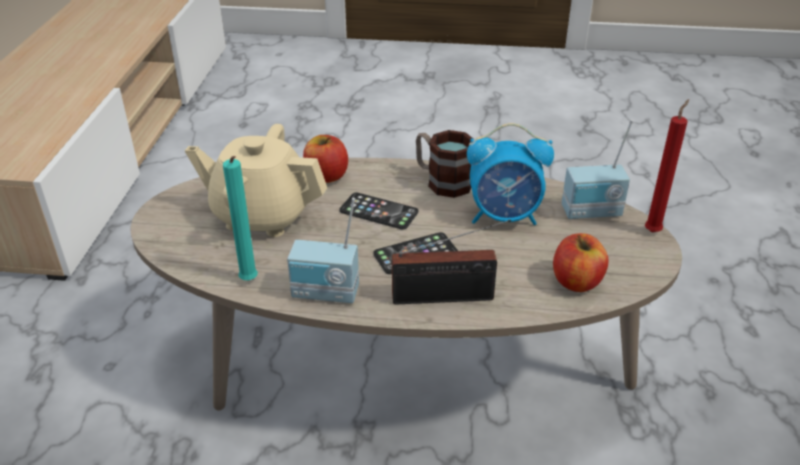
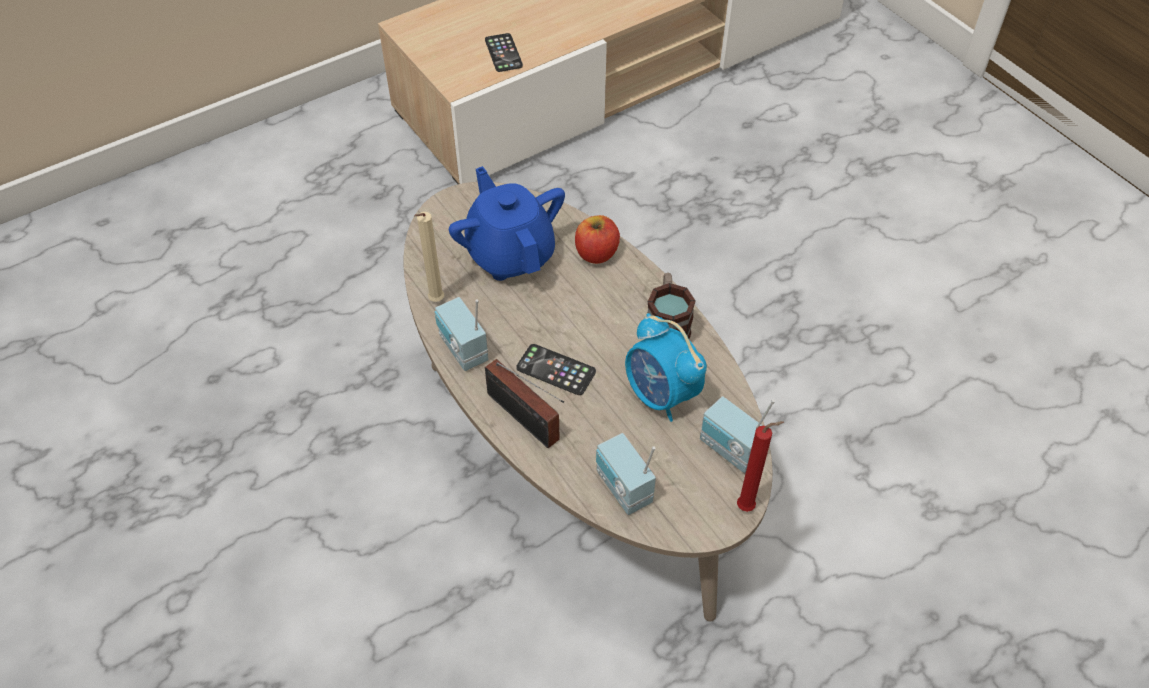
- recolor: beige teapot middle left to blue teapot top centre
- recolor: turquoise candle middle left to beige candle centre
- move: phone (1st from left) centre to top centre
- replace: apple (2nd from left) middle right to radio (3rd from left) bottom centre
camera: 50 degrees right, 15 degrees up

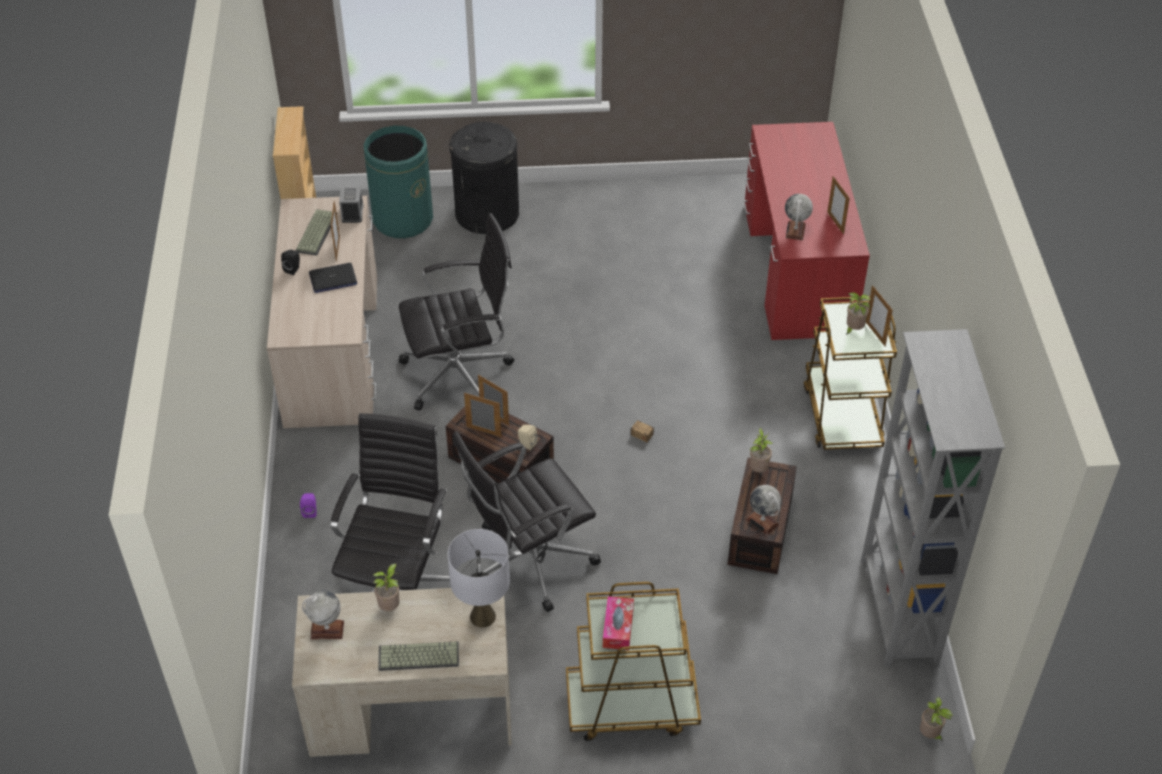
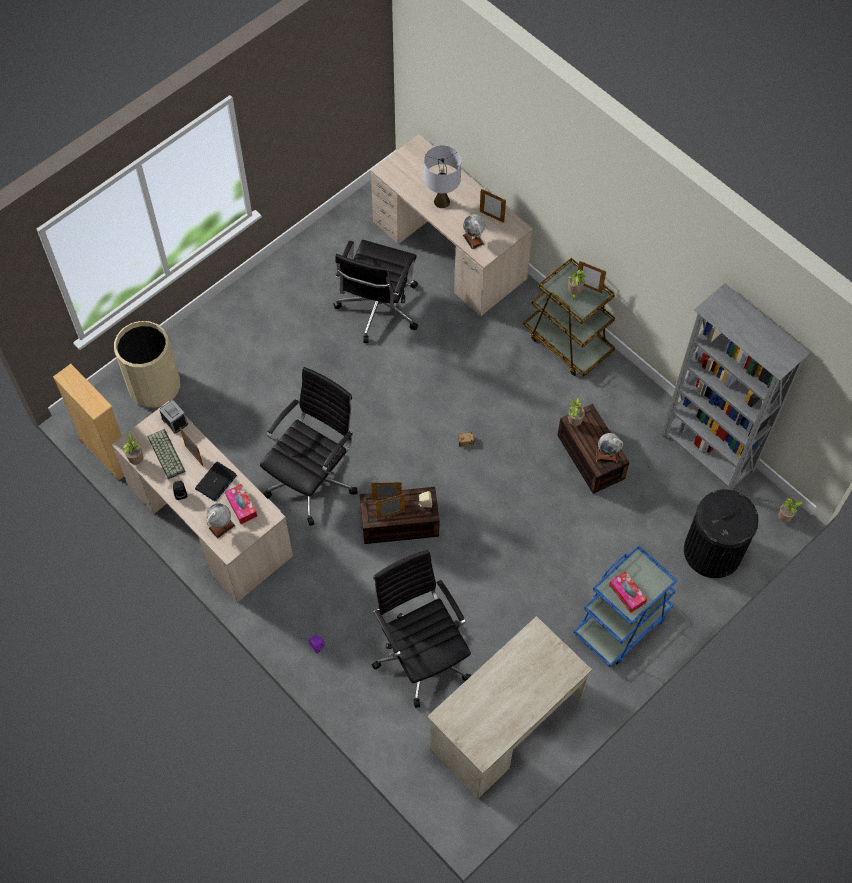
- move: globe (1st from left) bottom left to middle left
- recolor: green trash can top centre to beige trash can middle left
- move: potted plant (1st from left) bottom left to middle left
- delete: keyboard (2nd from left) bottom centre
- move: grey table lamp bottom centre to top centre
- move: black trash can top centre to middle right
- move: black office chair (3rd from left in the first image) bottom centre to black office chair (2nd from left) top centre
- recolor: brown cart (1st from left) bottom centre to blue cart bottom right
- recolor: red desk top right to beige desk (2nd from left) top centre
- insert: tissue box (1st from left) middle left
camera: 40 degrees left, 15 degrees up

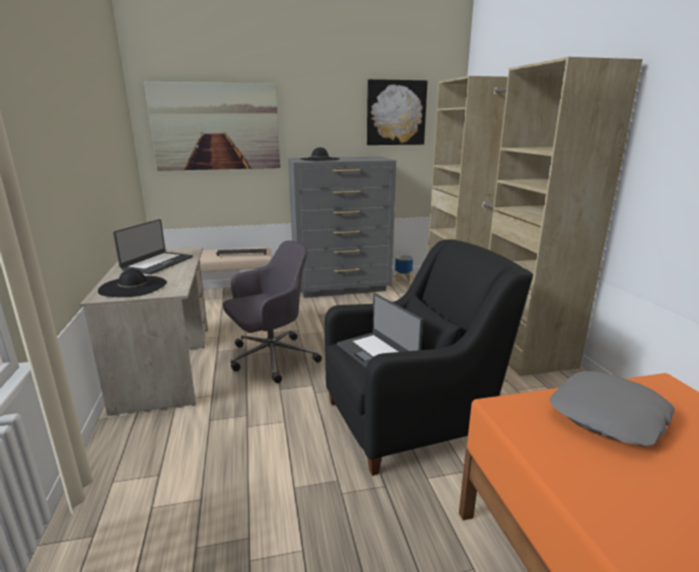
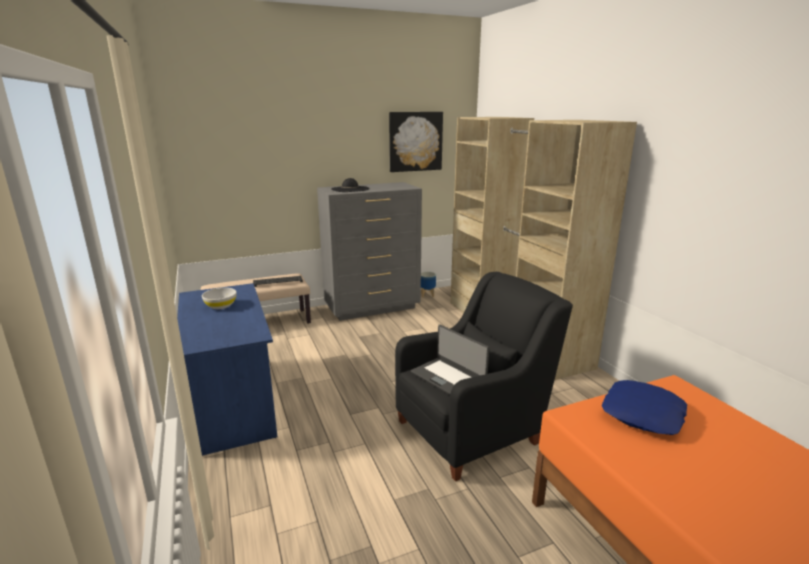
- recolor: beige desk middle left to blue desk middle left
- delete: black hat (1st from left) middle left
- replace: laptop (1st from left) middle left to white bowl middle left
- delete: picture (1st from left) top left
- delete: grey office chair centre
- recolor: grey pillow bottom right to blue pillow bottom right
camera: 10 degrees left, 0 degrees up

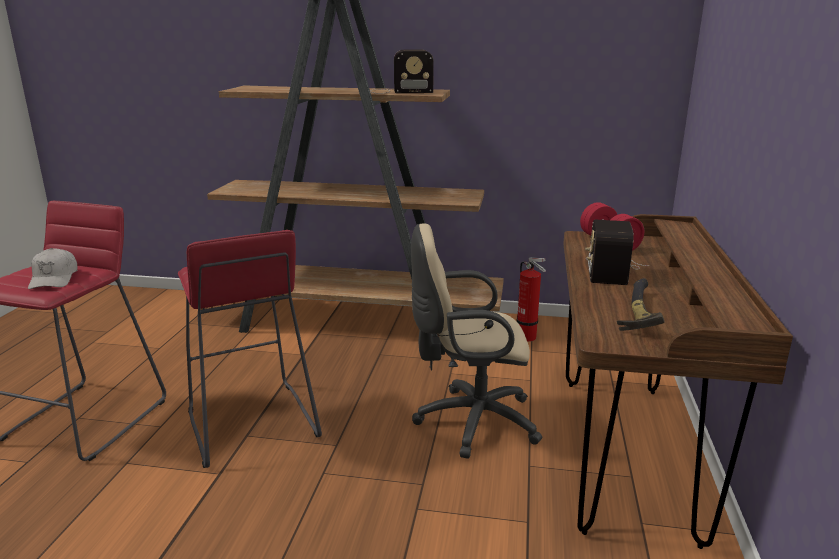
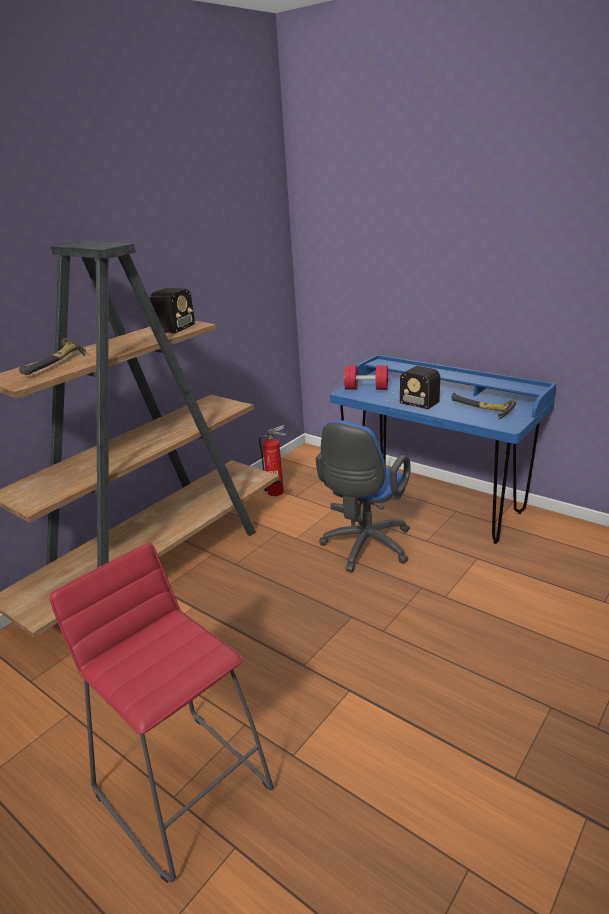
- delete: white cap middle left
- delete: red stool (2nd from left) middle left
- recolor: beige office chair centre to blue office chair centre
- recolor: brown desk bottom right to blue desk middle right
- insert: hammer (1st from left) middle left
camera: 60 degrees left, 5 degrees up

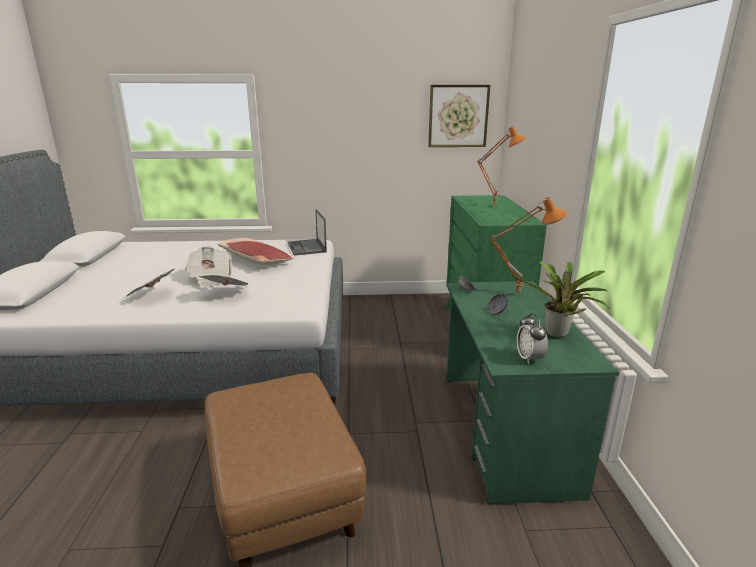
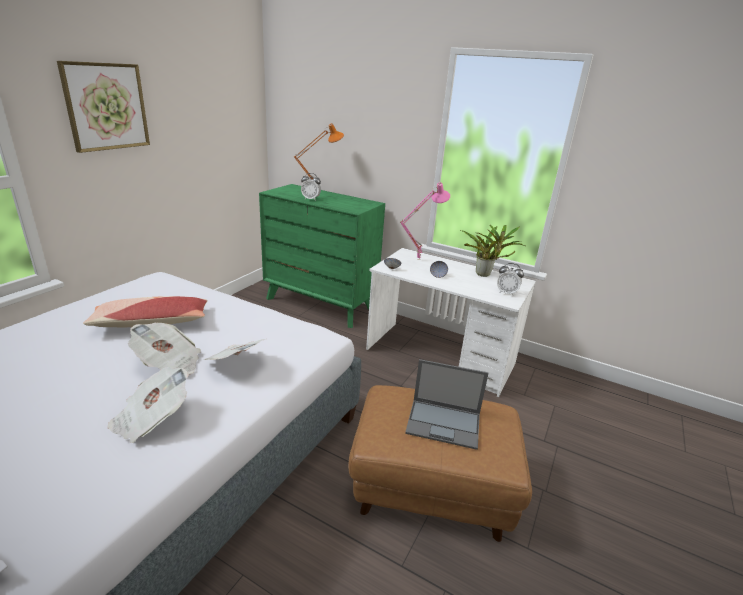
- move: laptop centre to bottom centre
- move: picture top centre to top left
- recolor: green desk bottom right to white desk centre
- recolor: orange table lamp (2nd from left) middle right to pink table lamp centre
- insert: alarm clock (1st from left) top centre
camera: 60 degrees left, 5 degrees up

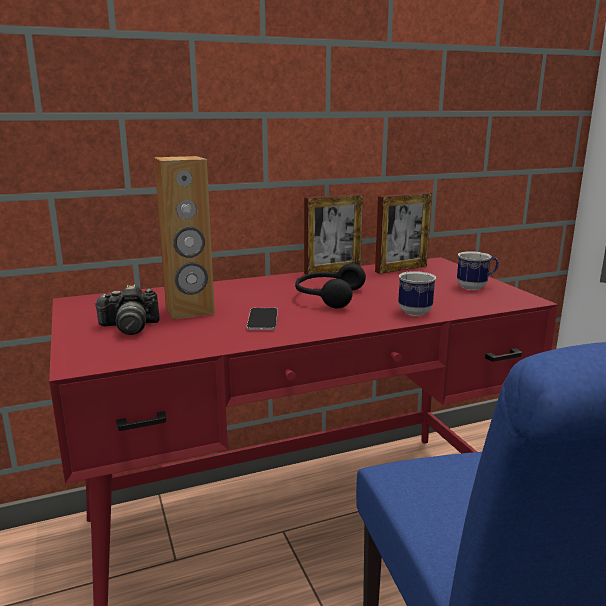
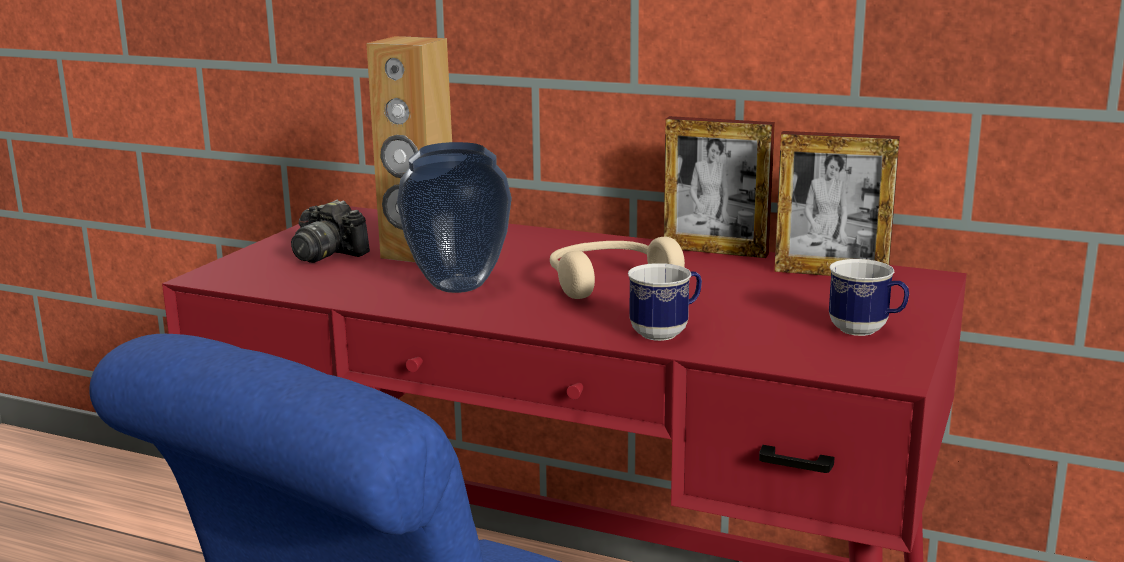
- replace: phone centre to vase centre
- recolor: black headphones centre to beige headphones centre
camera: 45 degrees right, 0 degrees up

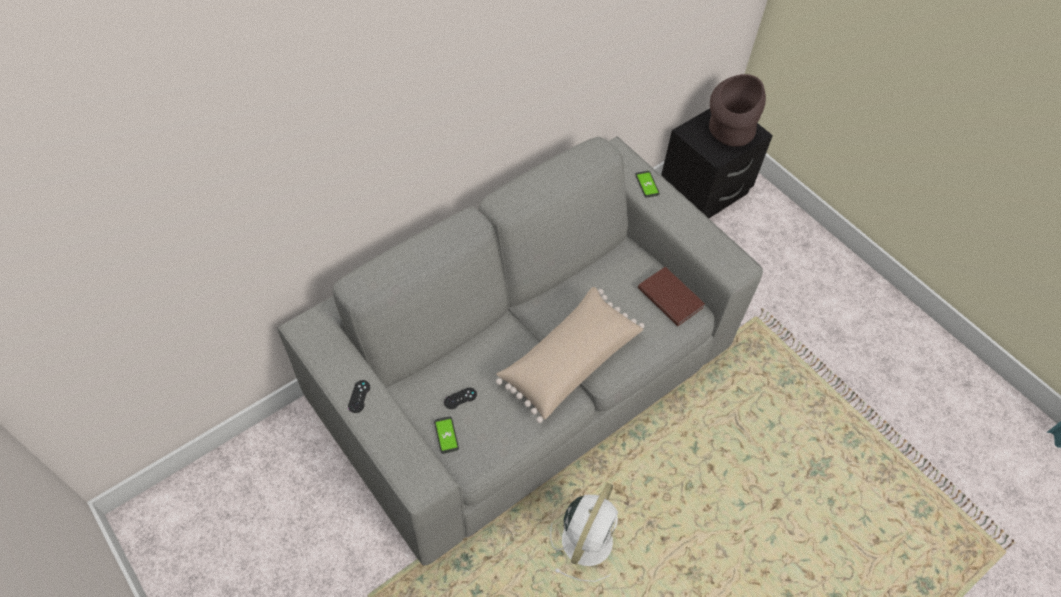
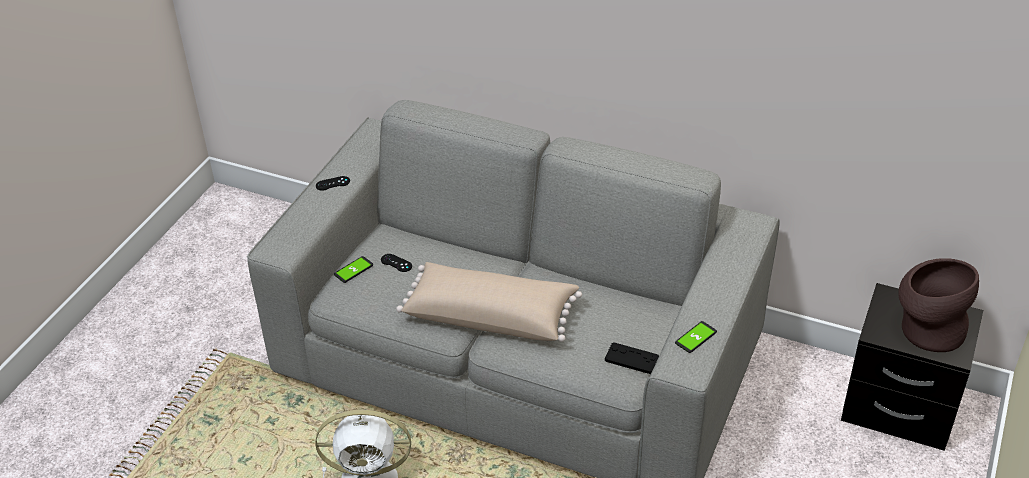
- move: phone (2nd from left) top centre to bottom right
- replace: brown book centre to black game controller (3rd from left) bottom centre
camera: 65 degrees right, 15 degrees down

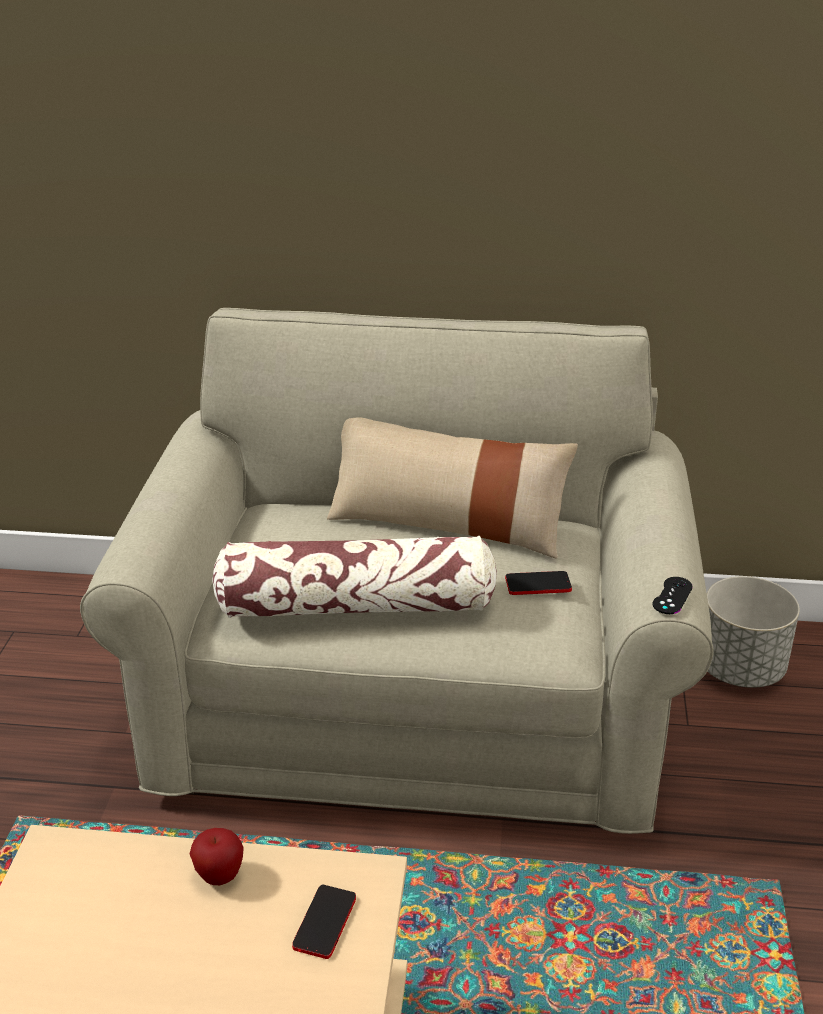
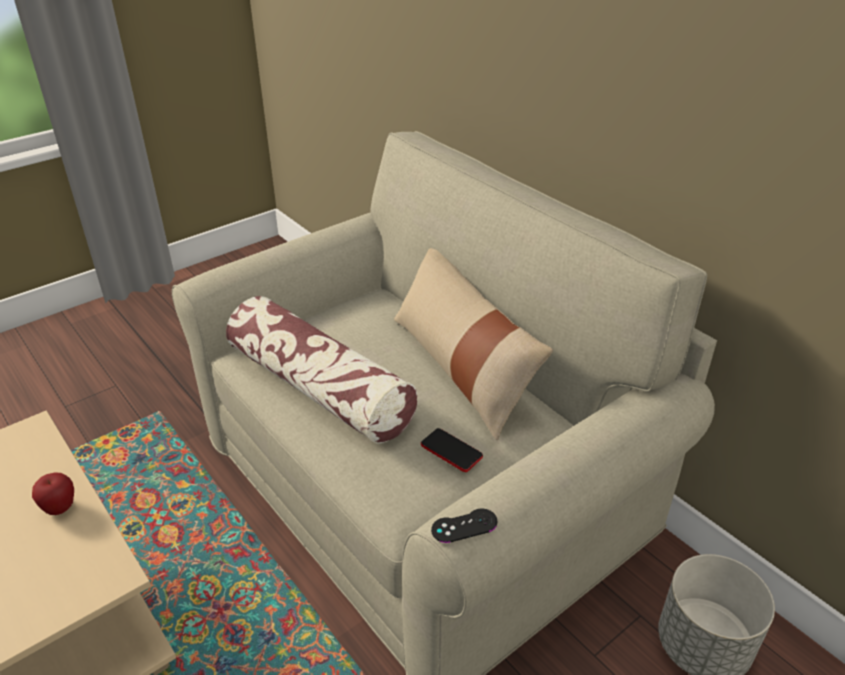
- delete: phone (1st from left) bottom centre
camera: 45 degrees right, 5 degrees up

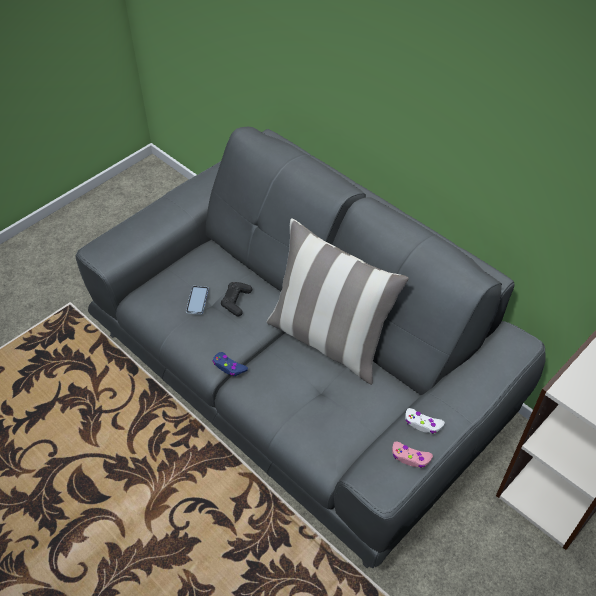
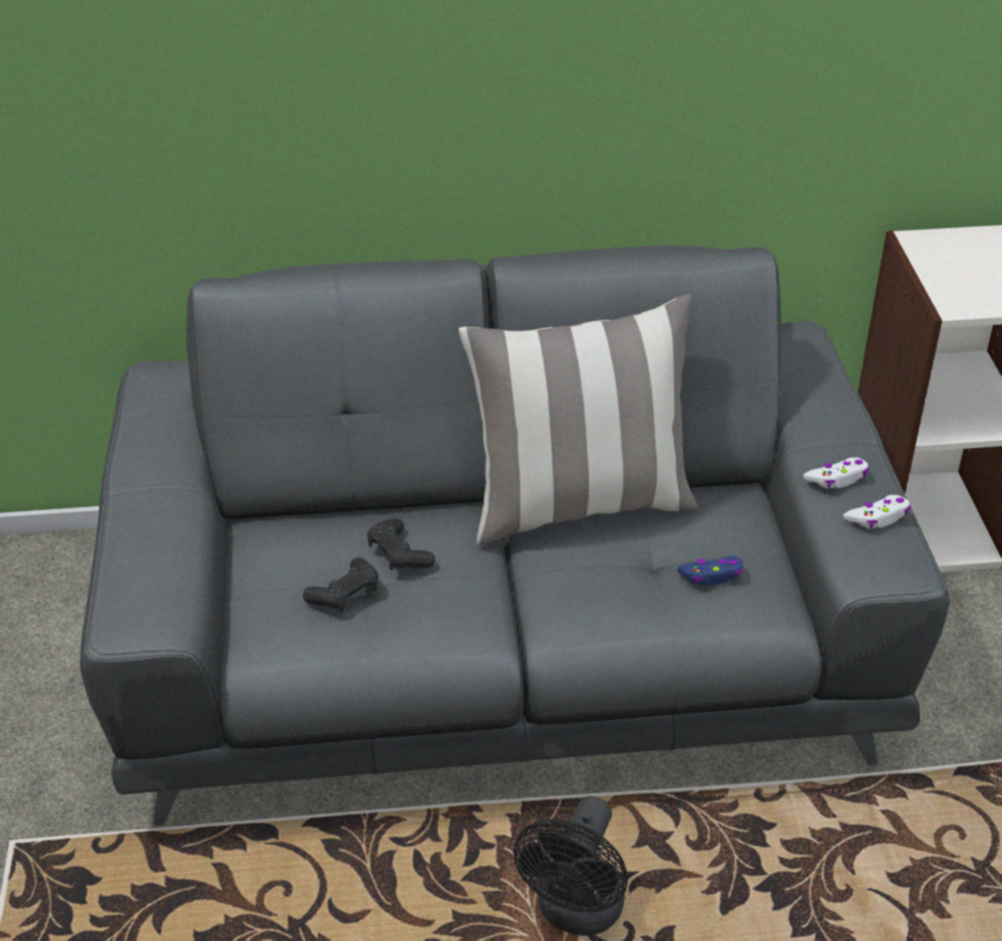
- replace: phone middle left to black game controller (1st from left) centre
- move: blue game controller centre to middle right
- recolor: pink game controller bottom right to white game controller (2nd from left) middle right
- insert: black fan bottom centre
camera: 50 degrees left, 10 degrees down

